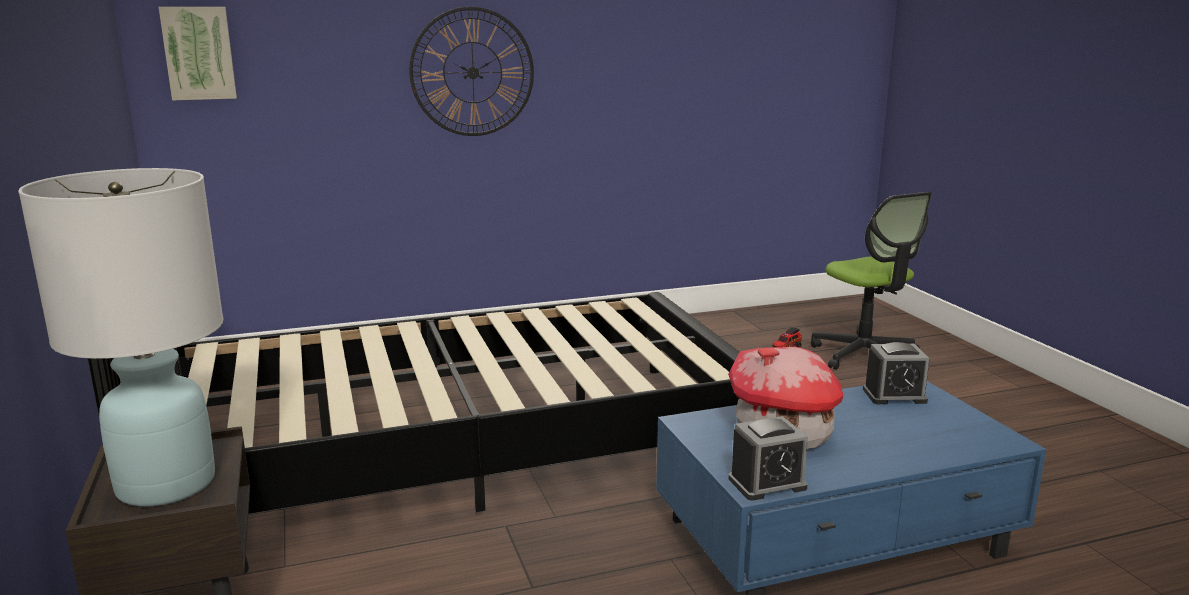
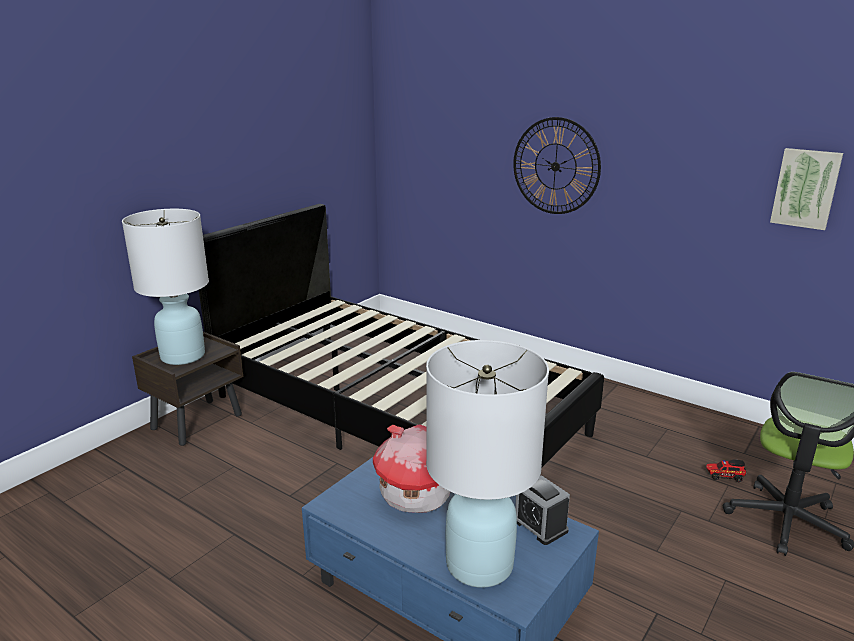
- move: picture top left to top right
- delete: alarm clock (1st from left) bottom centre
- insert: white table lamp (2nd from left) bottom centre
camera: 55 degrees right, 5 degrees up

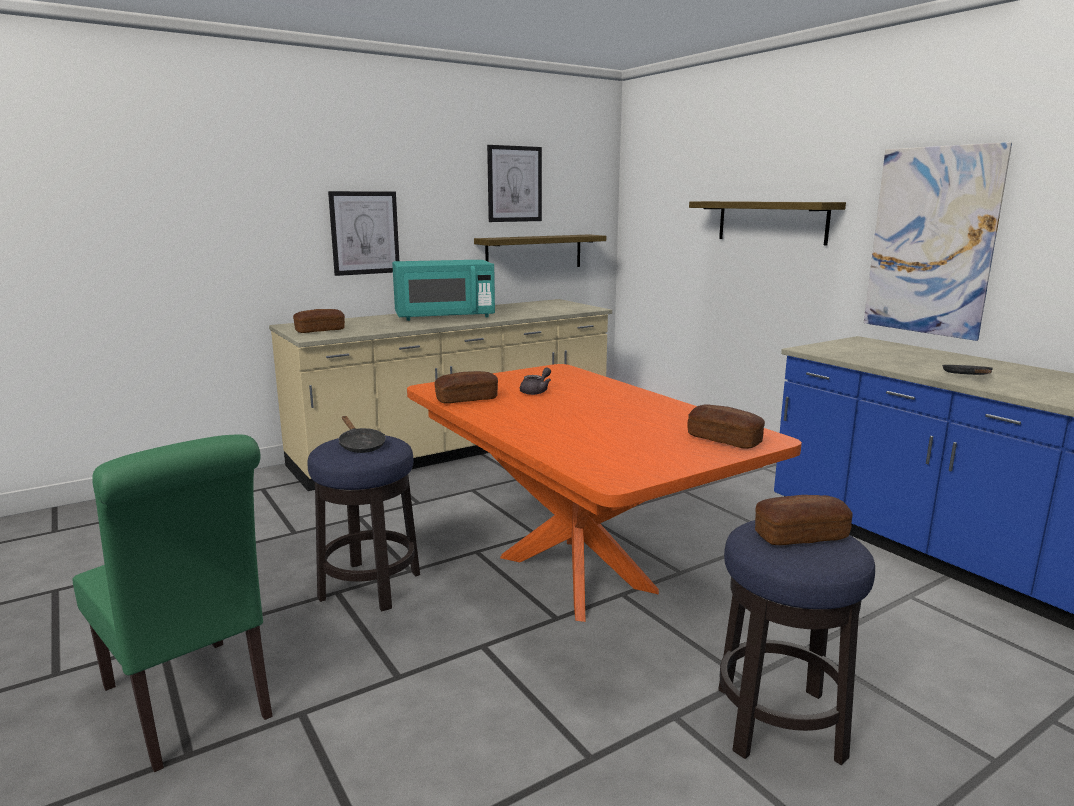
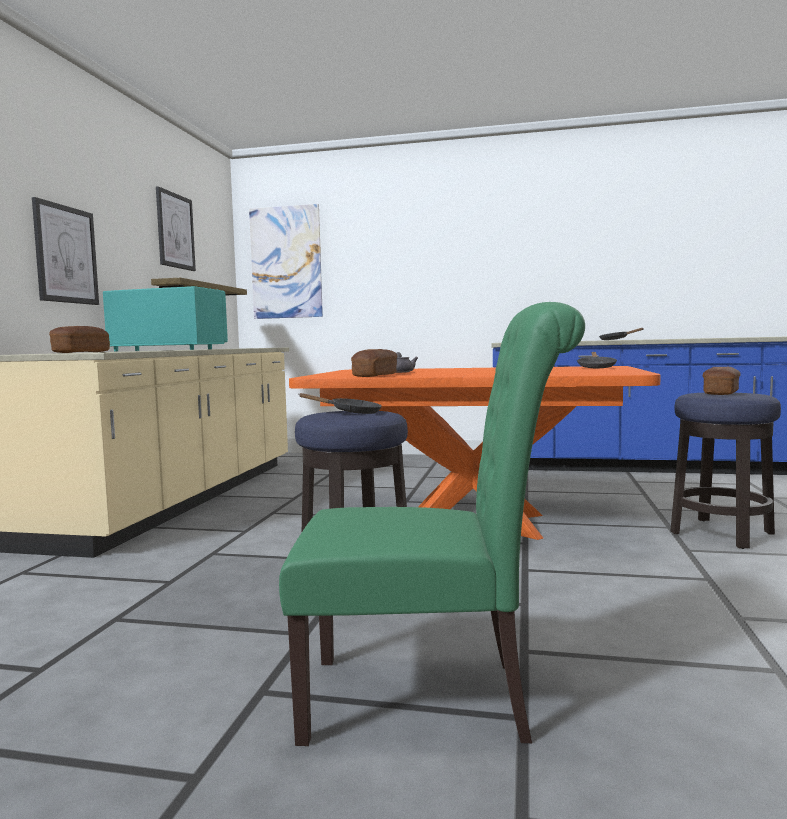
- rotate: turquoise microwave centre = middle left 105 degrees counterclockwise
- replace: bread (3rd from left) middle right to black frying pan (2nd from left) middle right
- delete: shelf (2nd from left) top right
- move: picture (3rd from left) top right to top centre
camera: 45 degrees left, 10 degrees down

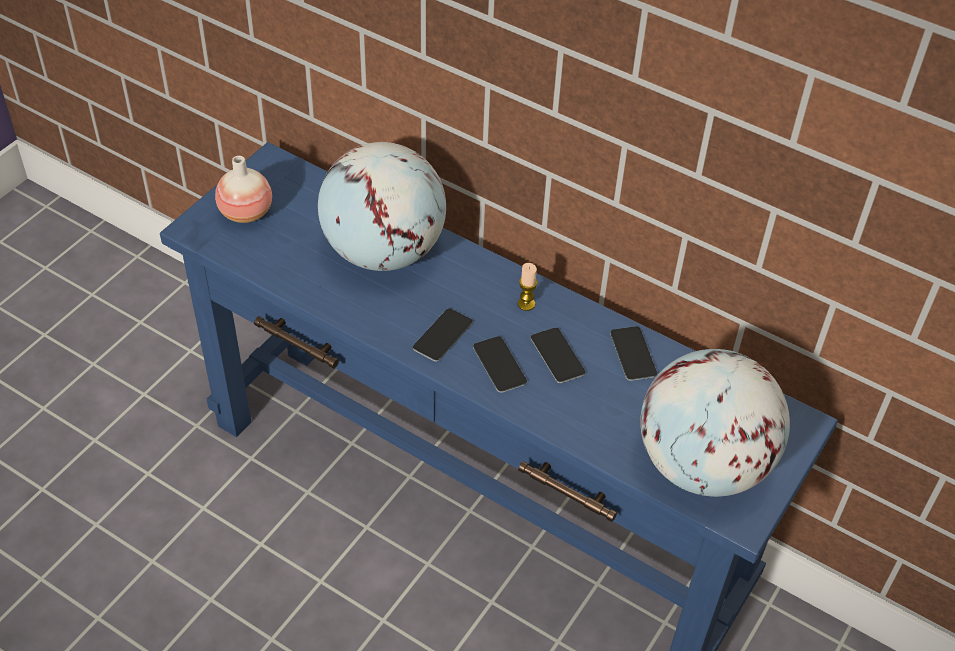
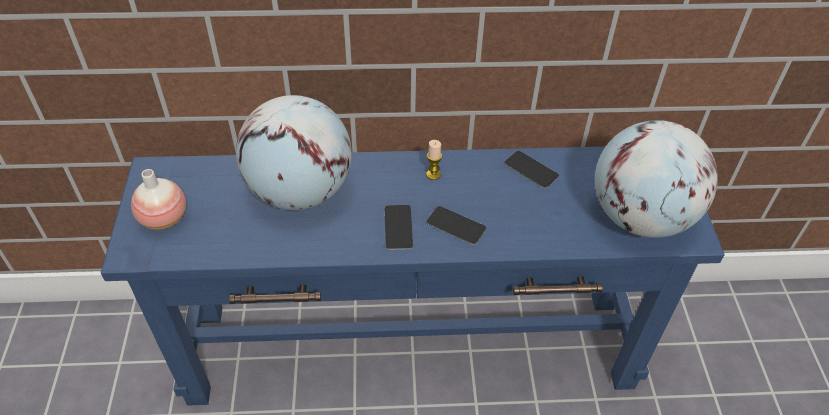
- delete: phone (3rd from left) centre
camera: 35 degrees left, 0 degrees up

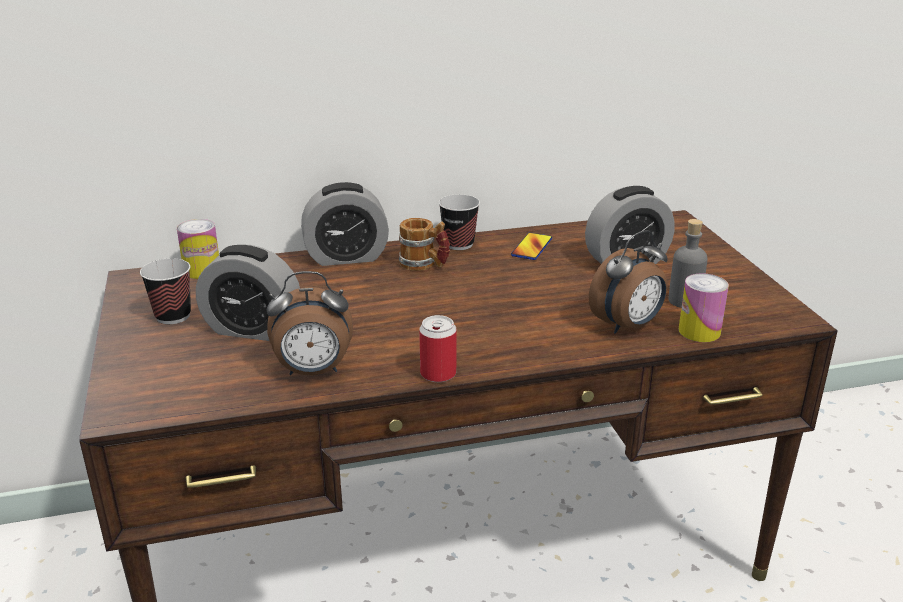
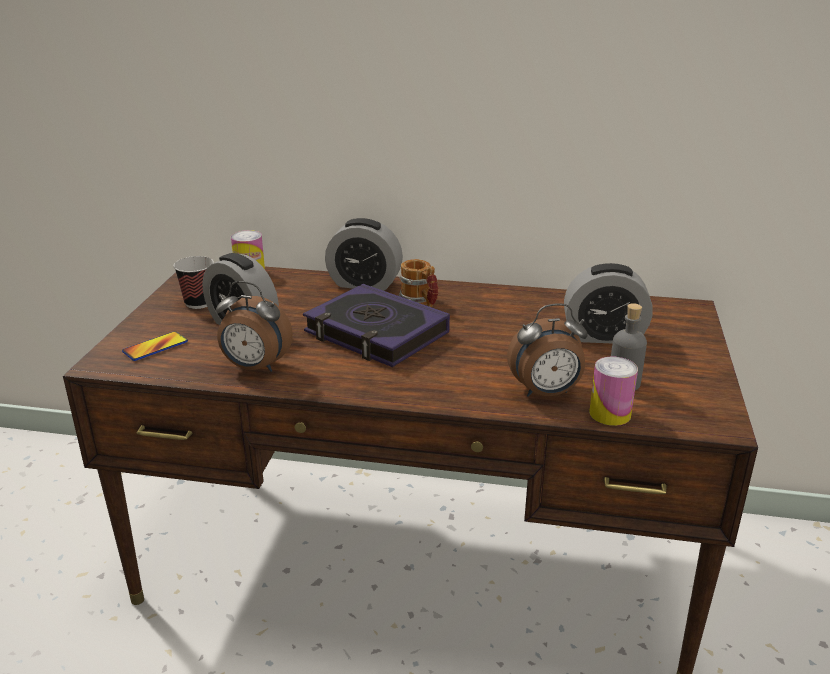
- delete: can (2nd from left) centre
- delete: cup (2nd from left) centre
- move: phone centre to middle left
- insert: book centre
camera: 25 degrees right, 0 degrees up

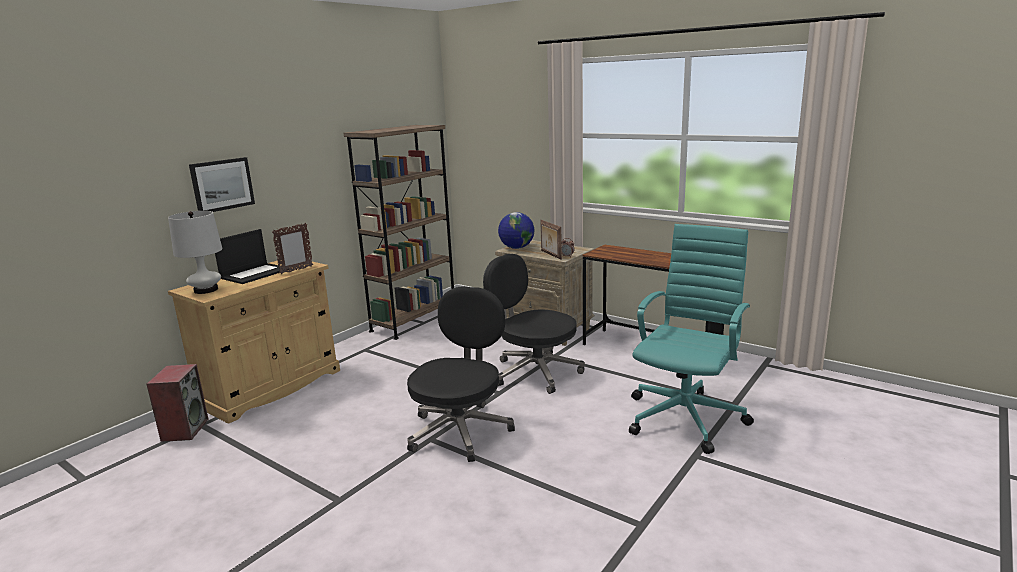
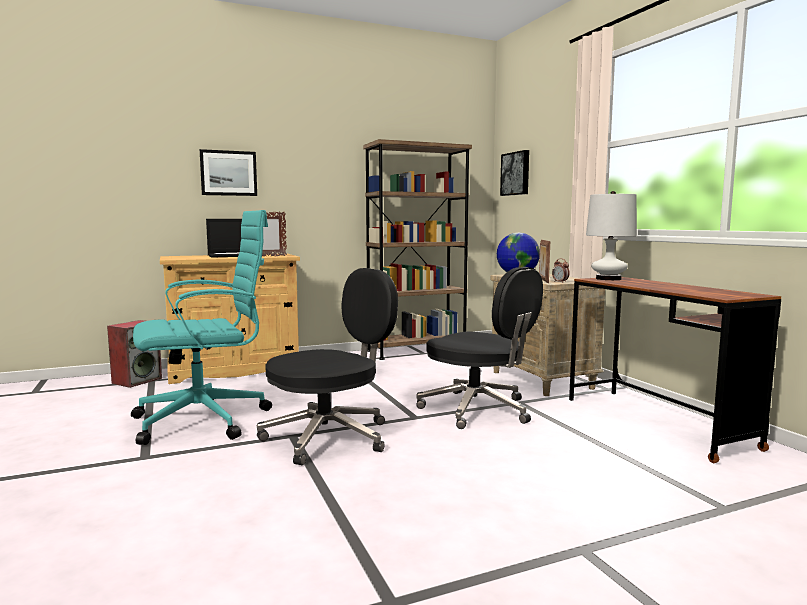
- move: white table lamp middle left to middle right
- rotate: black office chair (2nd from left) centre = centre 150 degrees clockwise
- move: turquoise office chair middle right to middle left
- insert: picture (2nd from left) top centre
camera: 30 degrees right, 10 degrees down

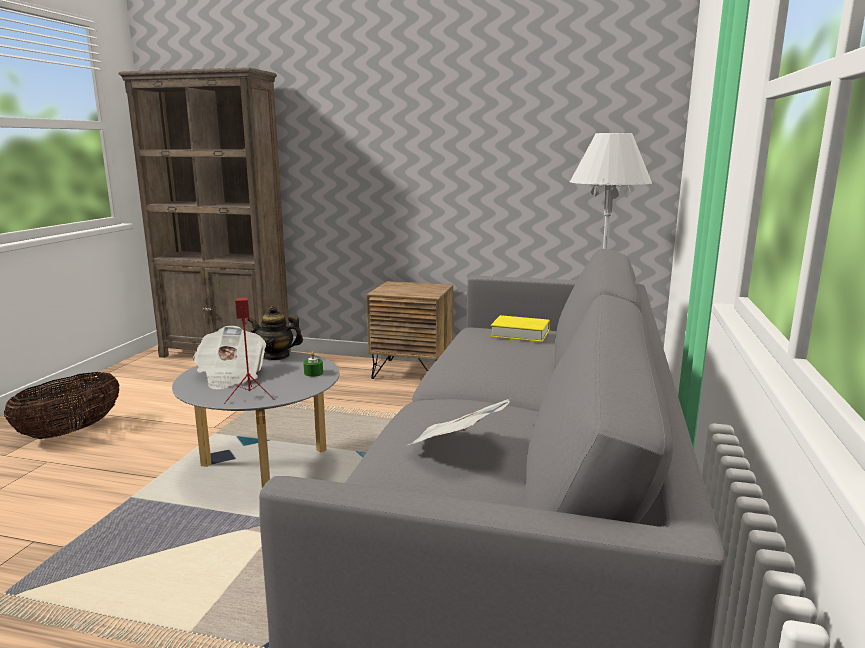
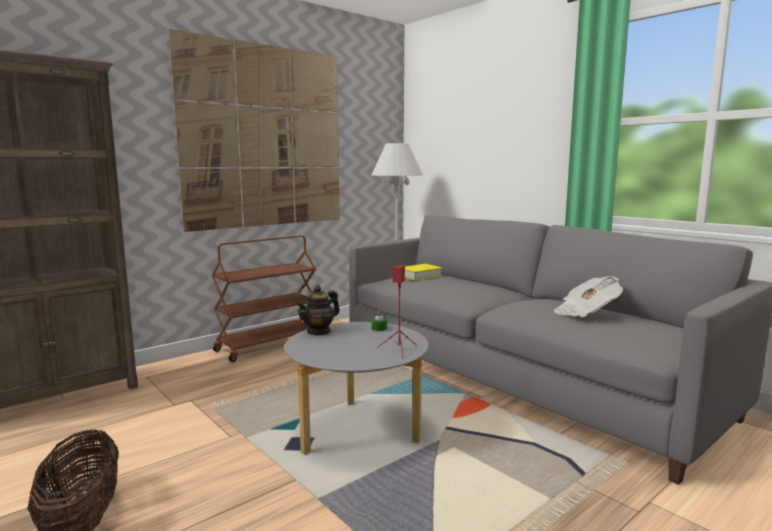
- delete: newspaper (1st from left) middle left
- replace: brown nightstand centre to brown cart centre
- insert: picture top left
camera: 55 degrees left, 5 degrees down

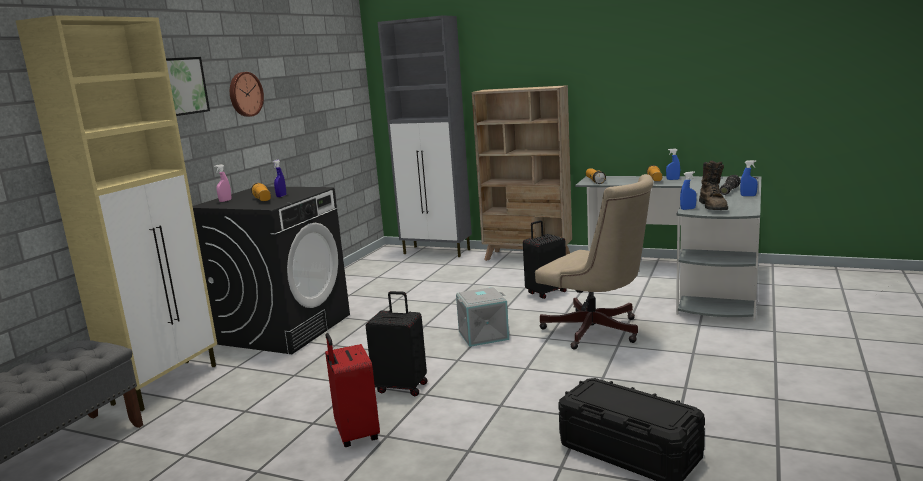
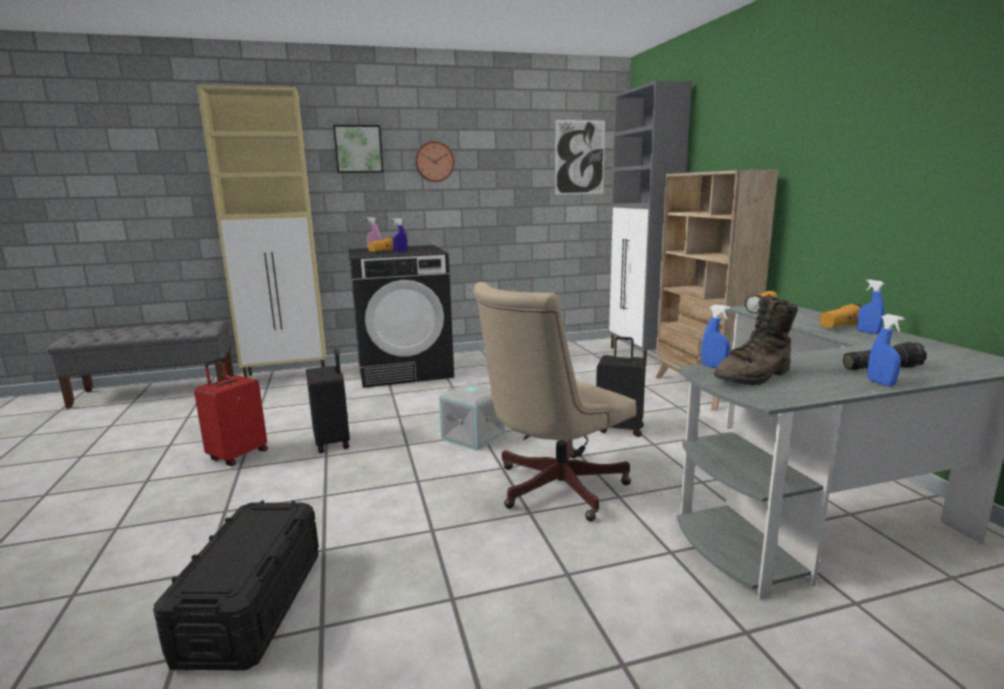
- rotate: beige office chair centre = centre 45 degrees clockwise
- insert: picture (2nd from left) top centre
camera: 50 degrees right, 0 degrees up

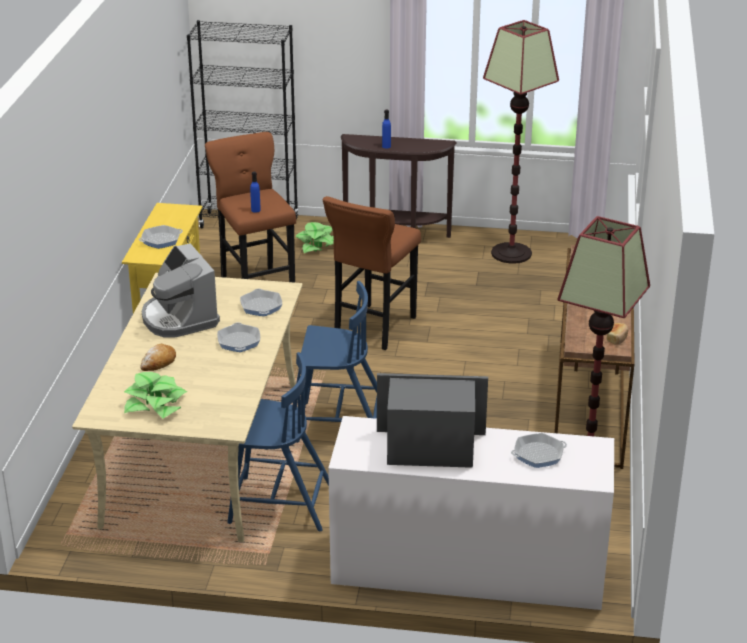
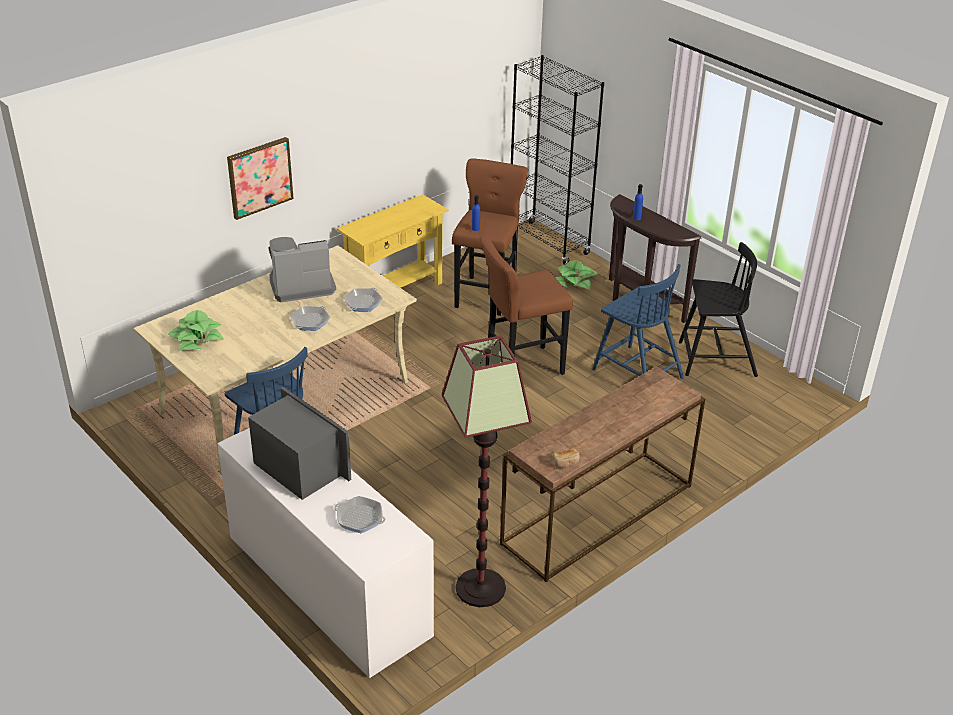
- delete: frying pan (1st from left) middle left
- delete: bread (1st from left) middle left
- rotate: coffee machine middle left = middle left 60 degrees clockwise
- move: blue chair (2nd from left) centre to middle right
- replace: floor lamp (1st from left) top right to black chair middle right
- insert: picture top left
camera: 40 degrees right, 5 degrees up

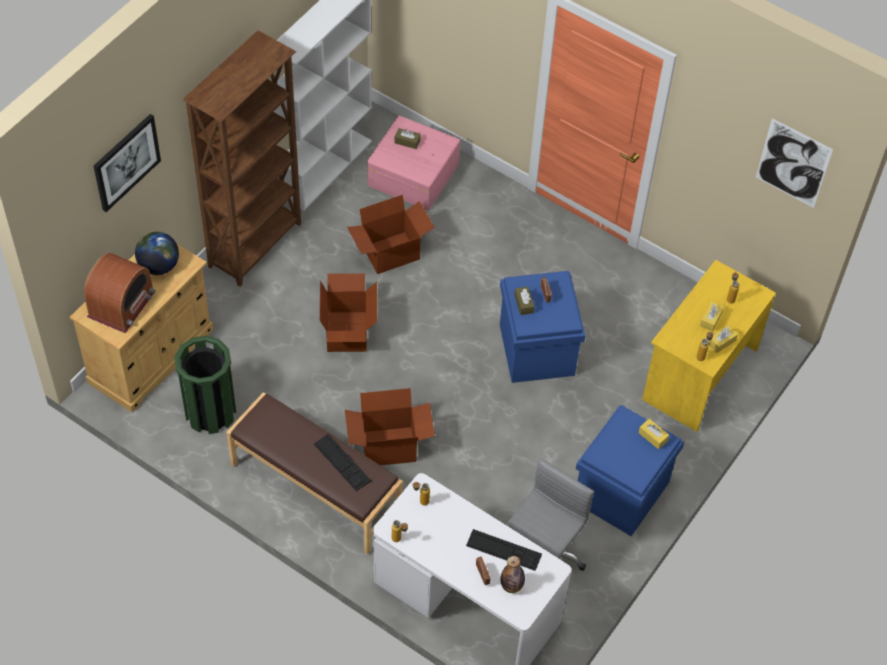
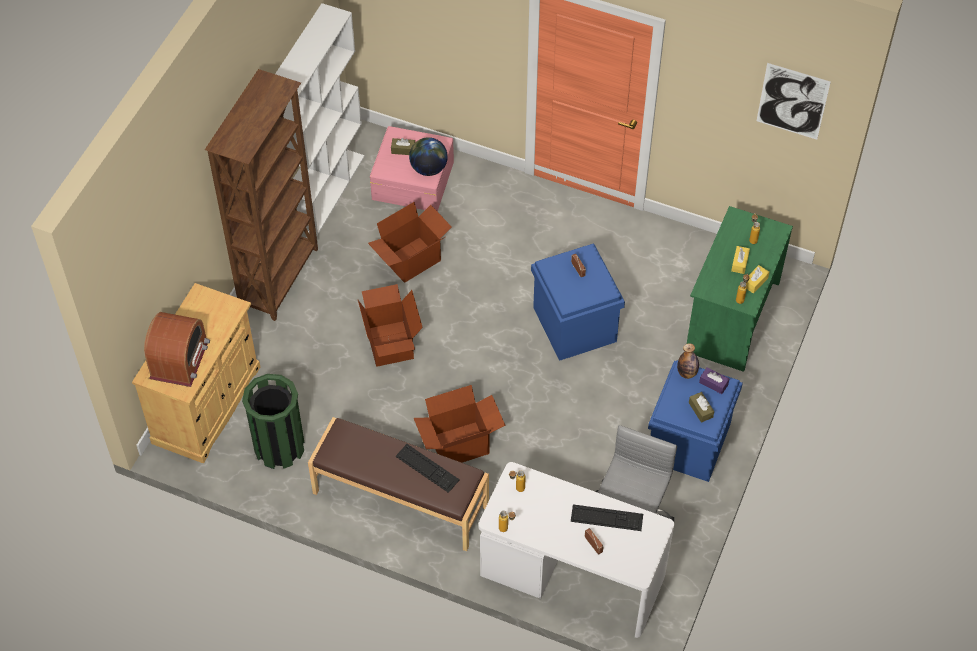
- delete: picture (1st from left) top left
- move: globe middle left to top centre
- move: bottle (3rd from left) bottom centre to middle right
- move: brown tissue box (2nd from left) centre to middle right
- recolor: yellow tissue box (1st from left) middle right to purple tissue box middle right
- recolor: yellow desk middle right to green desk middle right
camera: 10 degrees left, 0 degrees up

